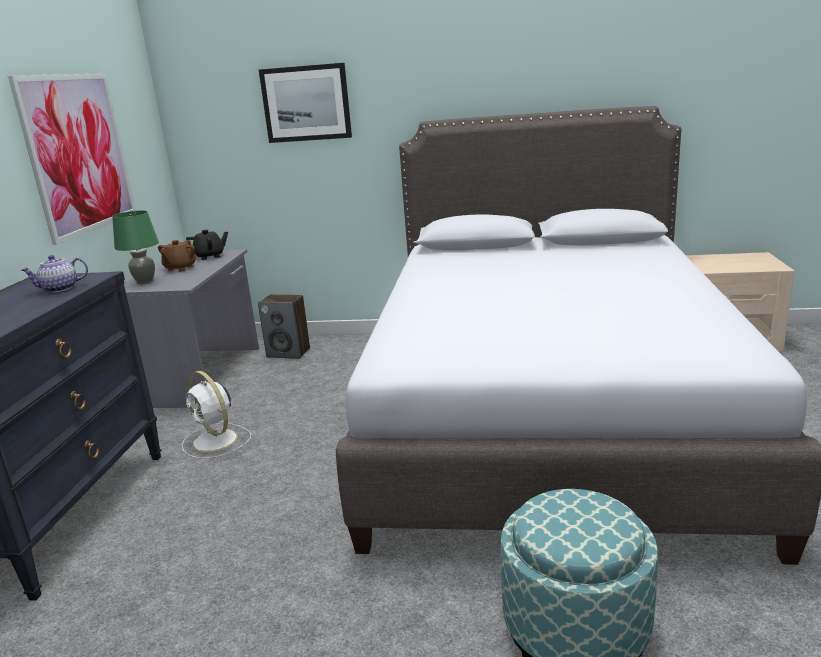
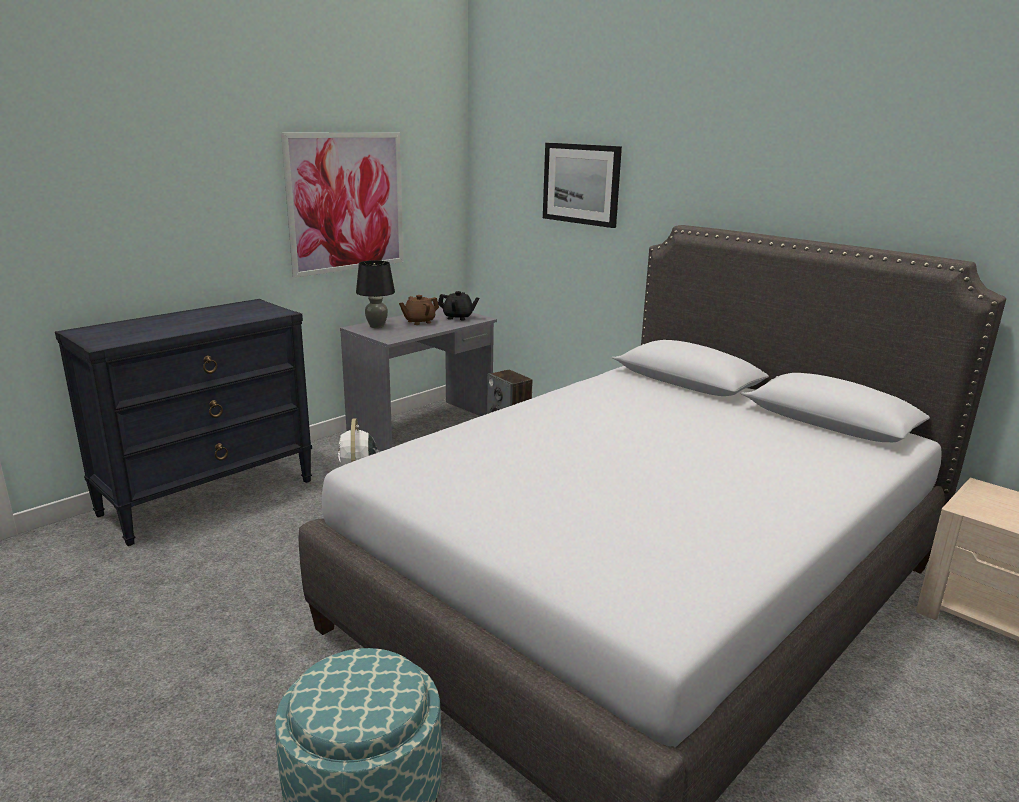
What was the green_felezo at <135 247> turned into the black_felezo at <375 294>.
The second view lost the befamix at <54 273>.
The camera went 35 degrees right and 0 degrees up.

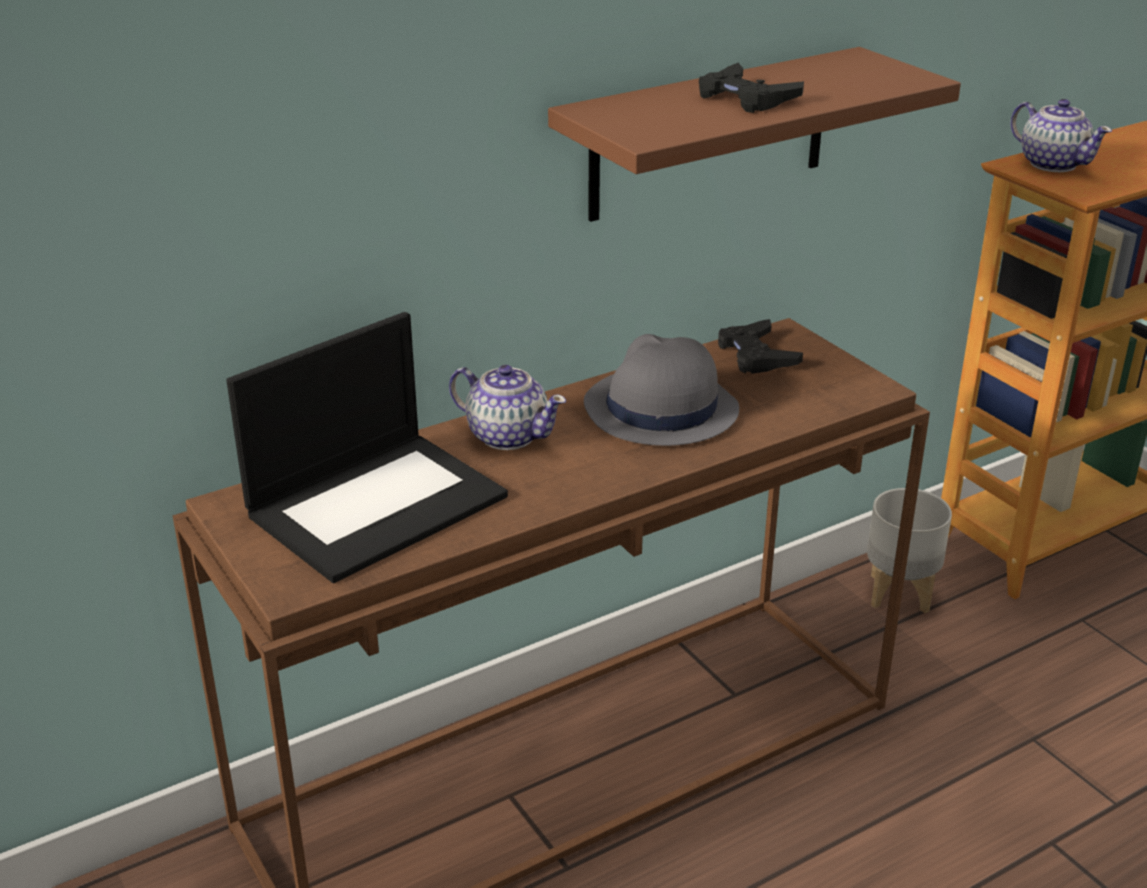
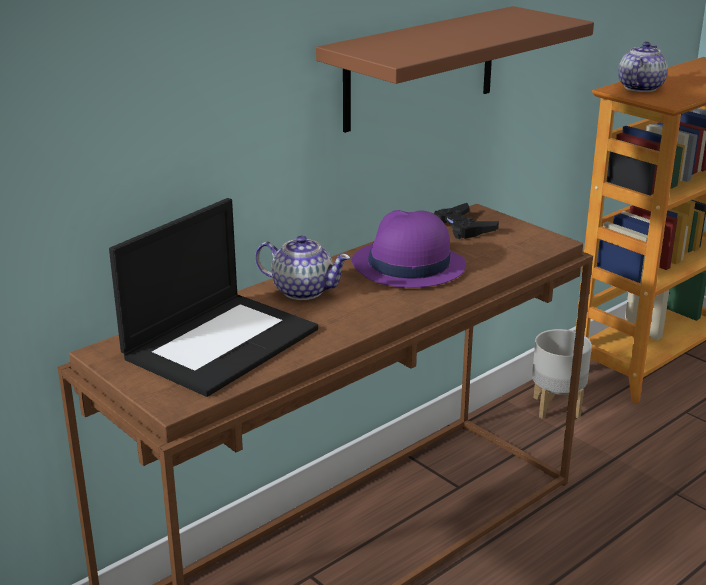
The second view lost the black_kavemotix at <751 88>.
The befamix at <1061 135> ended up facing another way, 105 degrees counterclockwise from before.
What was the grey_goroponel at <661 390> turned into the purple_goroponel at <408 249>.
The camera went 10 degrees left and 5 degrees down.

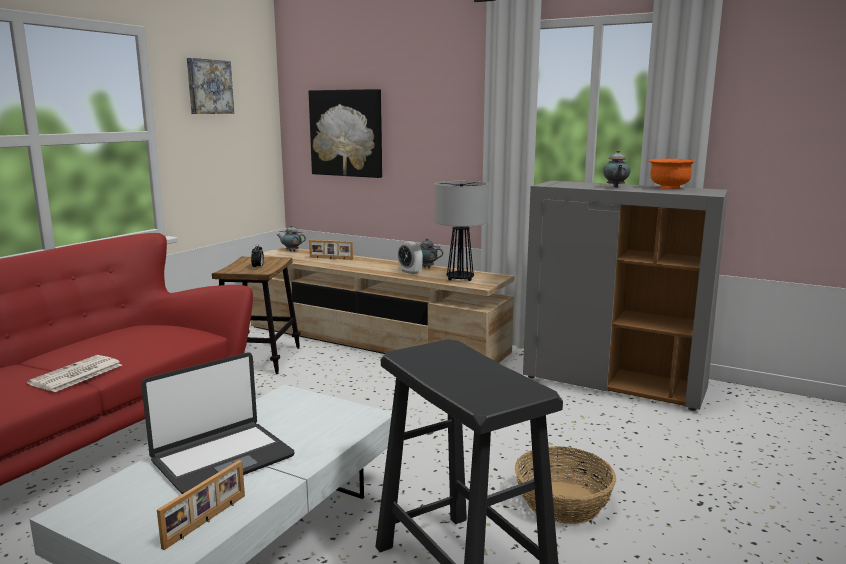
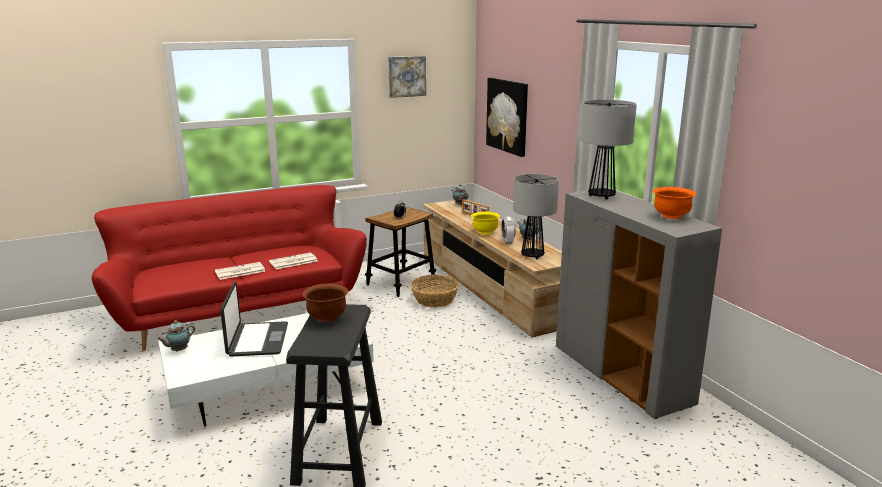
The befamix ended up elsewhere, having gone from <616 169> to <176 336>.
The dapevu at <218 423> ended up facing another way, 90 degrees counterclockwise from before.
The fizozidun ended up elsewhere, having gone from <565 485> to <434 291>.
The second view lost the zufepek at <201 505>.
The second view gained the felezo at <608 149>.
The second view gained the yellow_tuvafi at <485 223>.
The second view gained the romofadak at <293 260>.
The second view gained the brown_tuvafi at <325 302>.
The camera went 35 degrees right and 5 degrees up.

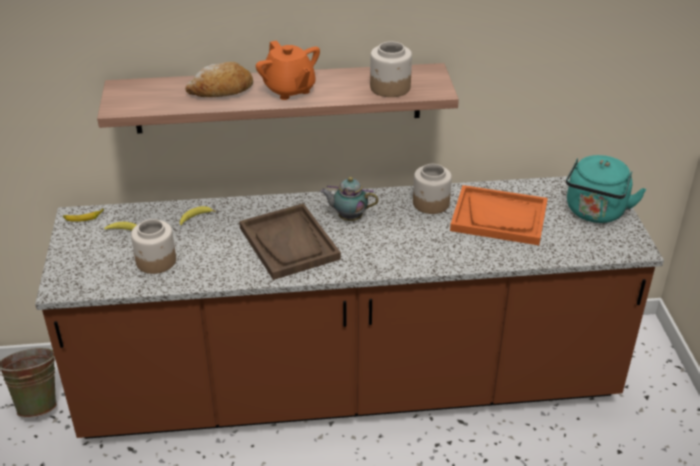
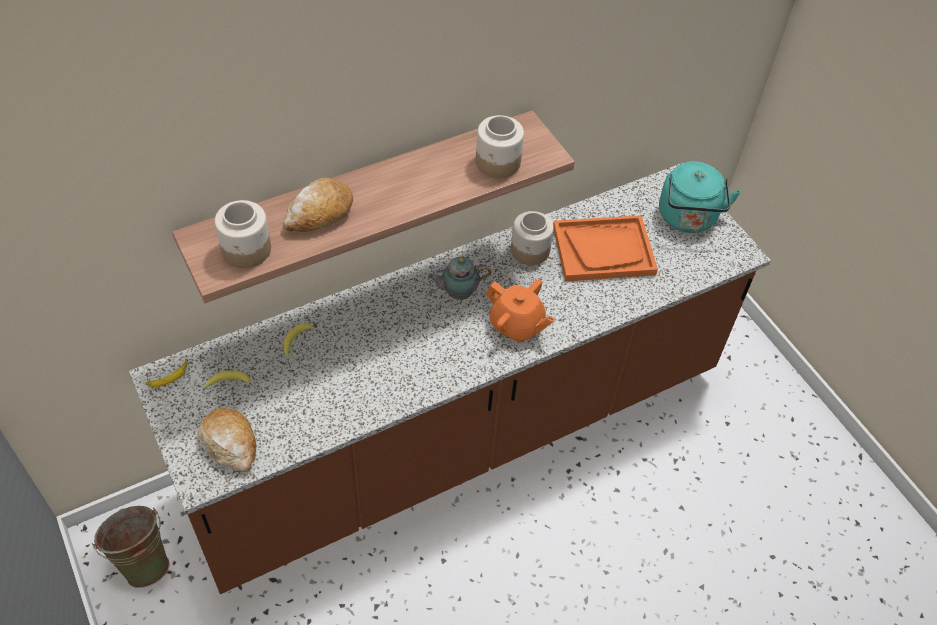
The orange_befamix ended up elsewhere, having gone from <288 70> to <520 311>.
The second view lost the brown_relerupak at <290 241>.
The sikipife ended up elsewhere, having gone from <153 246> to <243 234>.
The second view gained the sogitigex at <227 440>.
The camera went 25 degrees left and 15 degrees up.

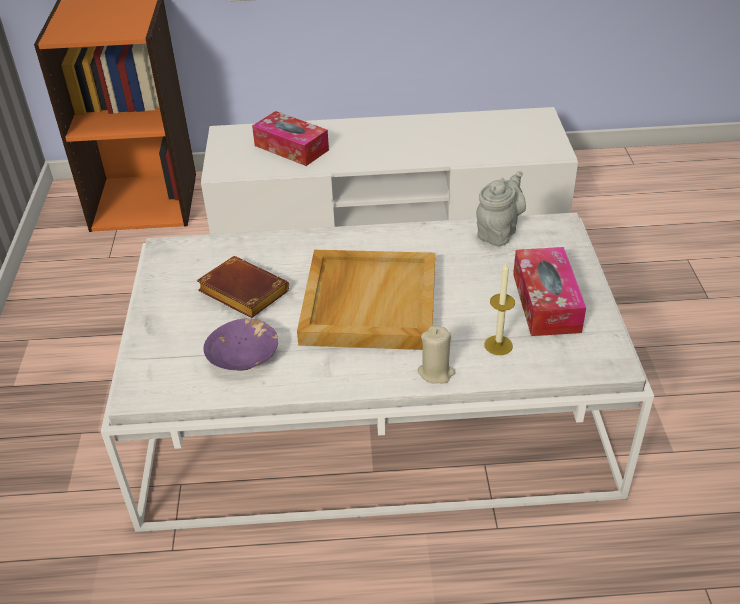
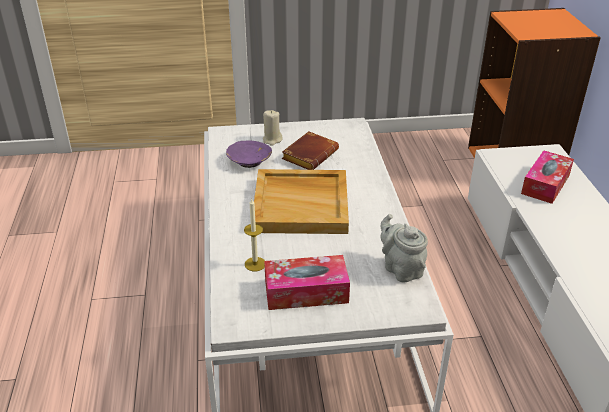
The grey_befamix at <501 208> ended up facing another way, 150 degrees counterclockwise from before.
The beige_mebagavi ended up elsewhere, having gone from <436 355> to <273 128>.
The camera went 85 degrees right and 5 degrees down.

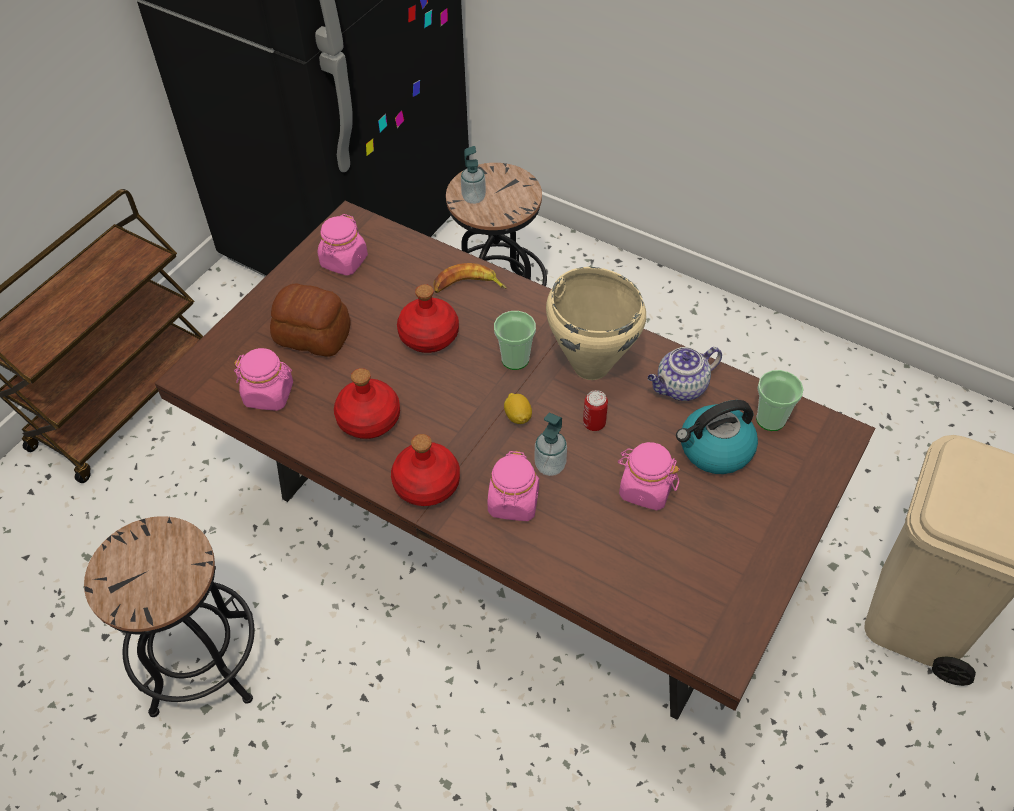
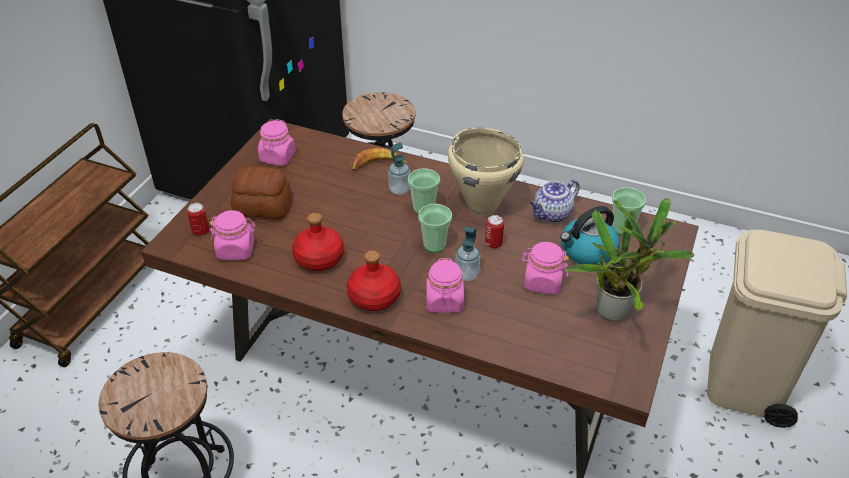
The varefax ended up elsewhere, having gone from <473 175> to <399 168>.
The second view lost the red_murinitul at <428 318>.
Where the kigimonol stood at <518 408>, the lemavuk came to stand at <435 228>.
The second view gained the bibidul at <630 259>.
The second view gained the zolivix at <198 219>.
The camera went 10 degrees left and 10 degrees down.

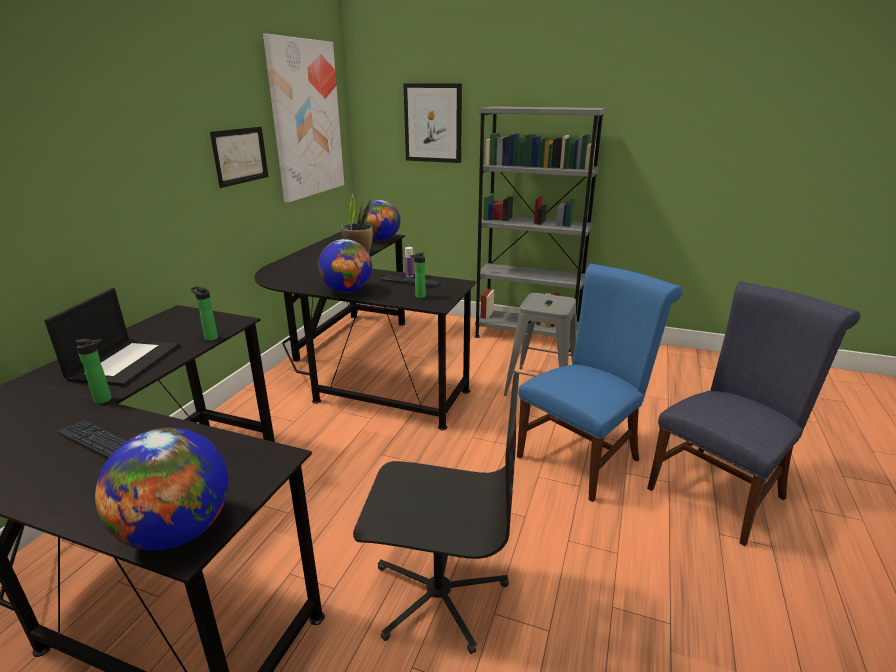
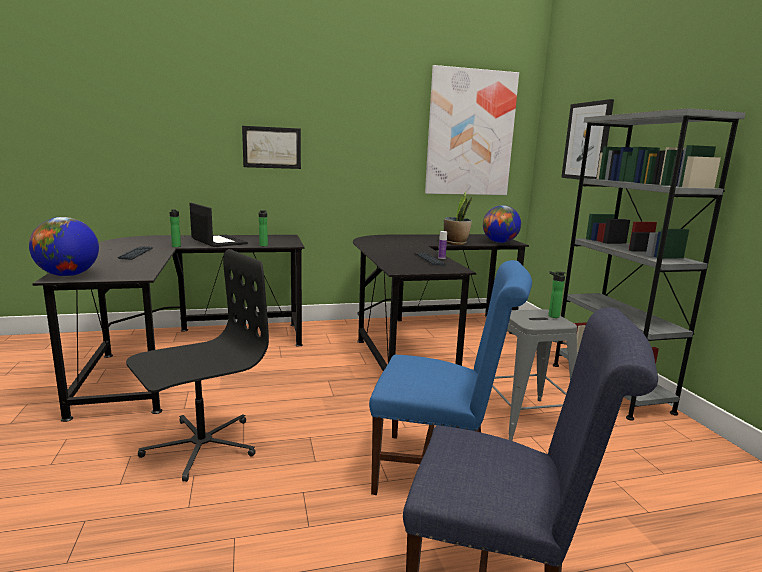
The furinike ended up elsewhere, having gone from <239 157> to <271 147>.
The second view lost the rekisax at <345 266>.
The murinitul ended up elsewhere, having gone from <418 275> to <557 294>.
The dapevu at <112 337> ended up facing another way, 105 degrees counterclockwise from before.
The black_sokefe at <436 513> ended up facing another way, 105 degrees counterclockwise from before.
The camera went 55 degrees right and 10 degrees down.

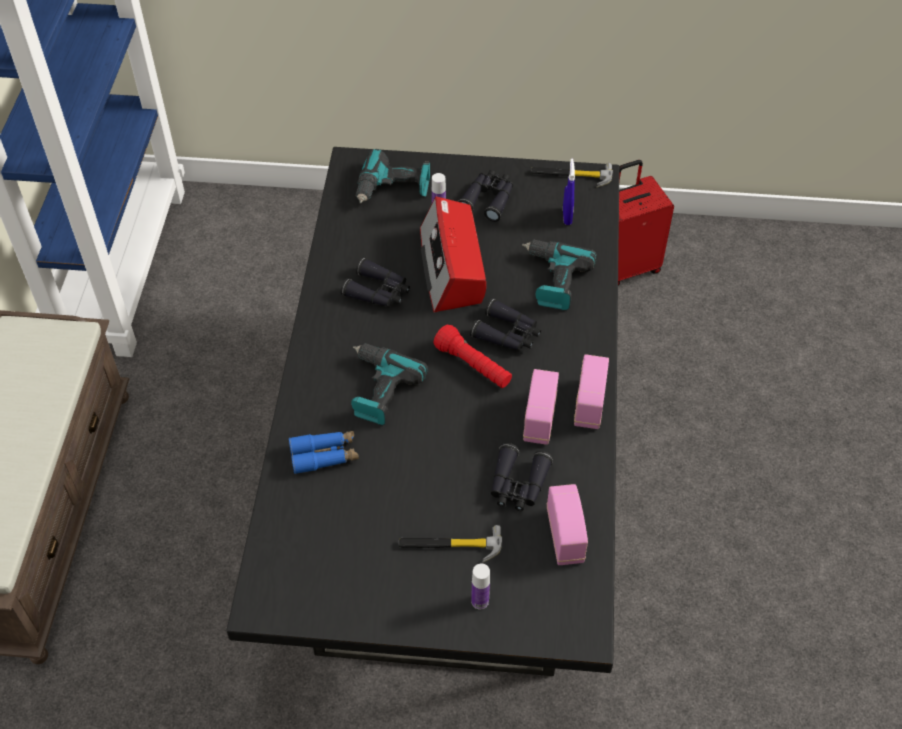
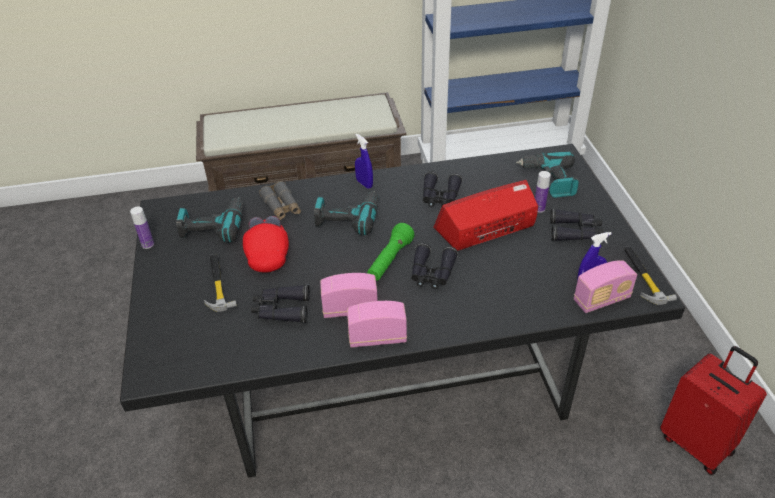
The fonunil ended up elsewhere, having gone from <559 275> to <209 220>.
What was the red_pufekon at <473 356> turned into the green_pufekon at <390 252>.
What was the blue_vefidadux at <324 452> turned into the grey_vefidadux at <280 200>.
The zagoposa ended up elsewhere, having gone from <567 524> to <605 286>.
The murinitul ended up elsewhere, having gone from <480 586> to <142 228>.
The second view gained the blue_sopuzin at <364 161>.
The second view gained the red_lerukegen at <266 244>.
The camera went 75 degrees right and 10 degrees down.

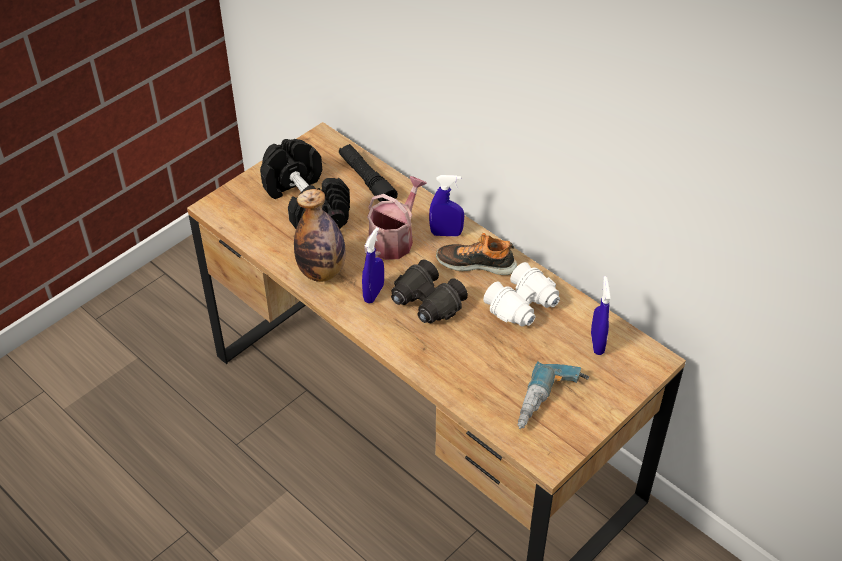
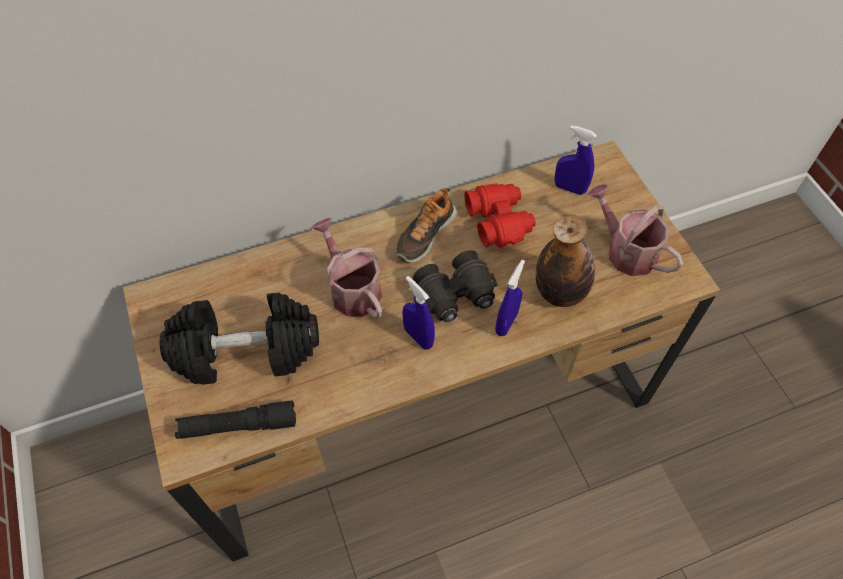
The black_pufekon ended up elsewhere, having gone from <368 173> to <235 419>.
The blue_sopuzin ended up elsewhere, having gone from <446 206> to <510 298>.
The murinitul ended up elsewhere, having gone from <319 235> to <565 260>.
What was the white_vefidadux at <521 294> turned into the red_vefidadux at <500 215>.
Where the fonunil stood at <553 395>, the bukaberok came to stand at <635 230>.
The camera went 65 degrees left and 10 degrees up.

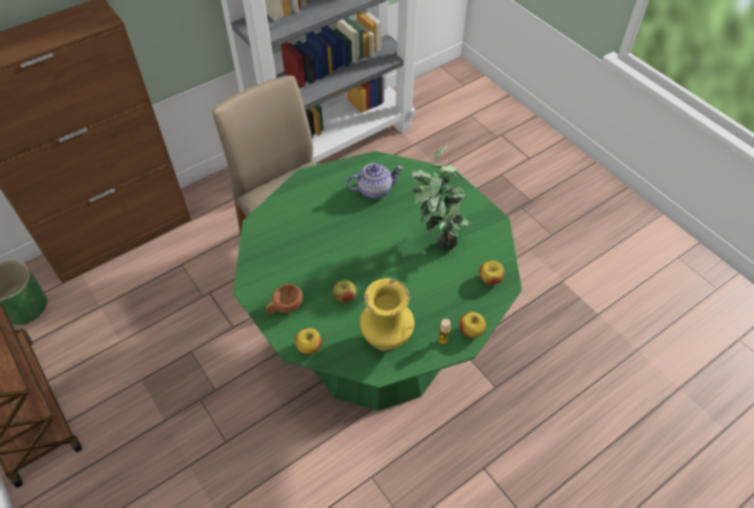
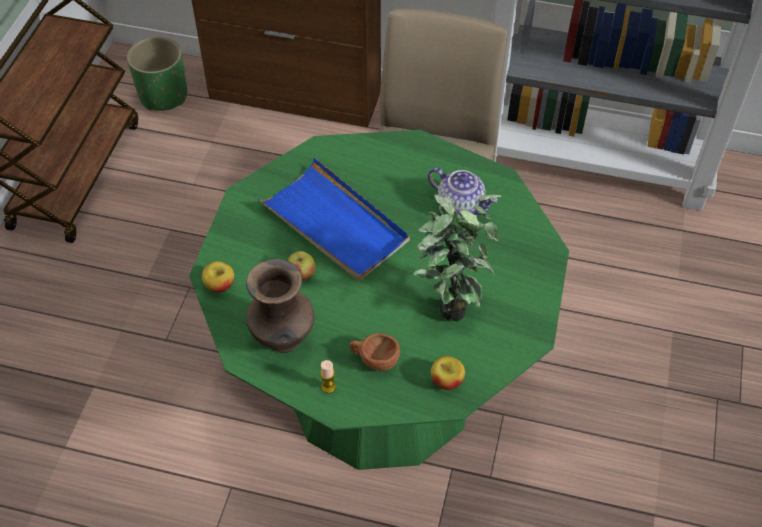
What was the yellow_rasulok at <387 314> turned into the brown_rasulok at <280 306>.
The brown_lemavuk ended up elsewhere, having gone from <284 299> to <374 352>.
The second view lost the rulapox at <473 325>.
The second view gained the blue_relerupak at <334 219>.
The camera went 50 degrees right and 0 degrees up.

